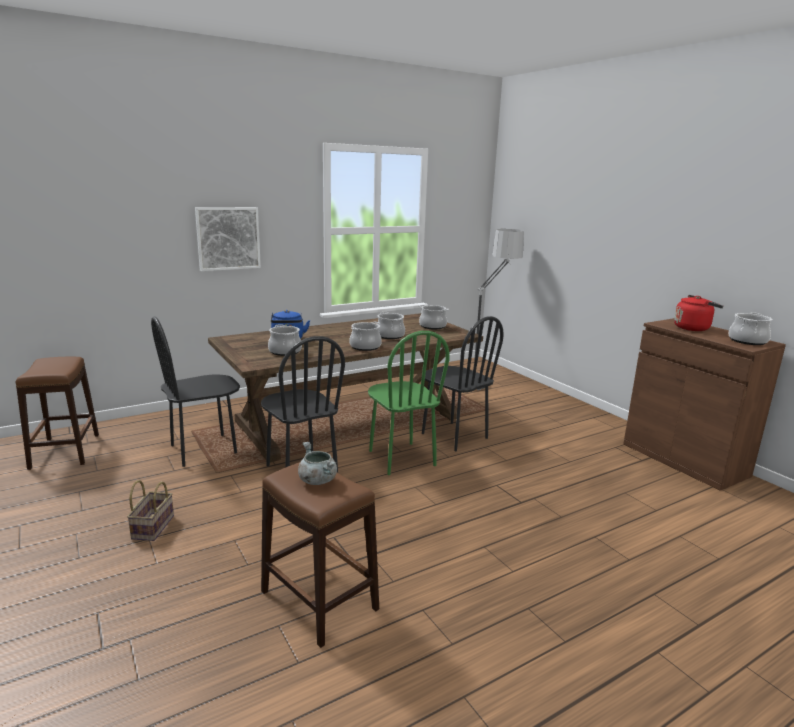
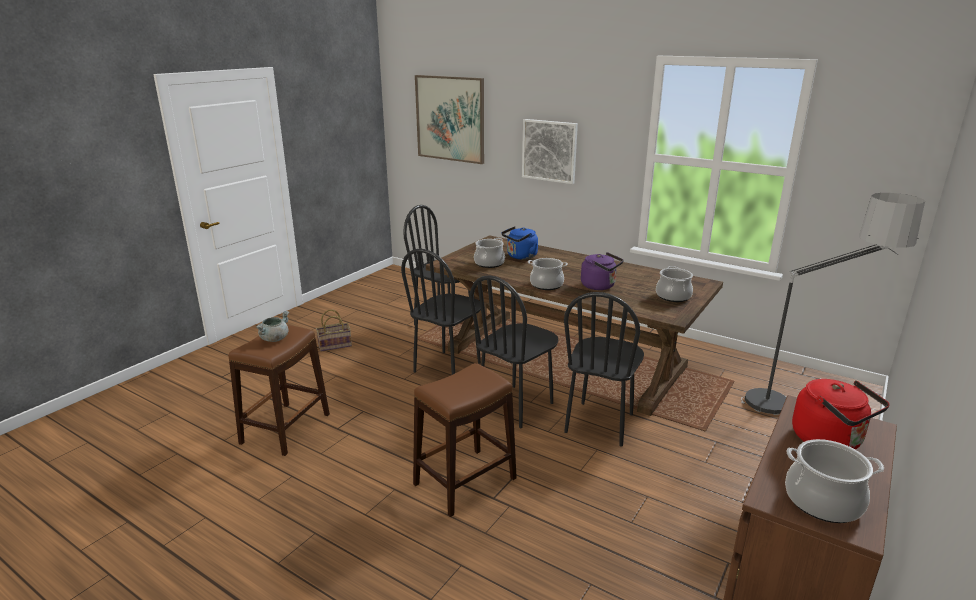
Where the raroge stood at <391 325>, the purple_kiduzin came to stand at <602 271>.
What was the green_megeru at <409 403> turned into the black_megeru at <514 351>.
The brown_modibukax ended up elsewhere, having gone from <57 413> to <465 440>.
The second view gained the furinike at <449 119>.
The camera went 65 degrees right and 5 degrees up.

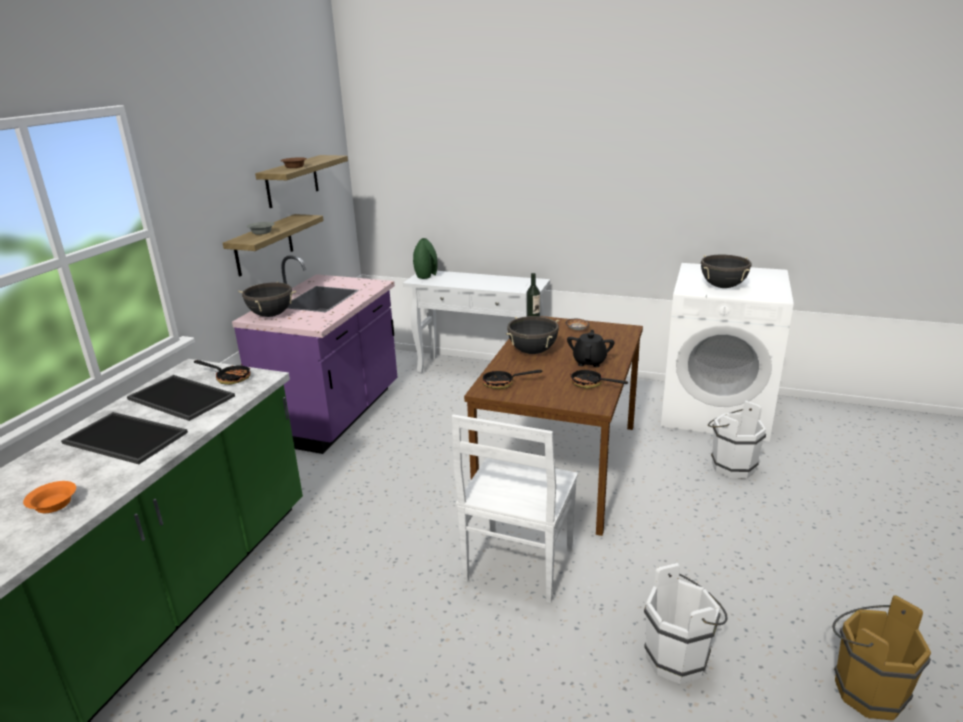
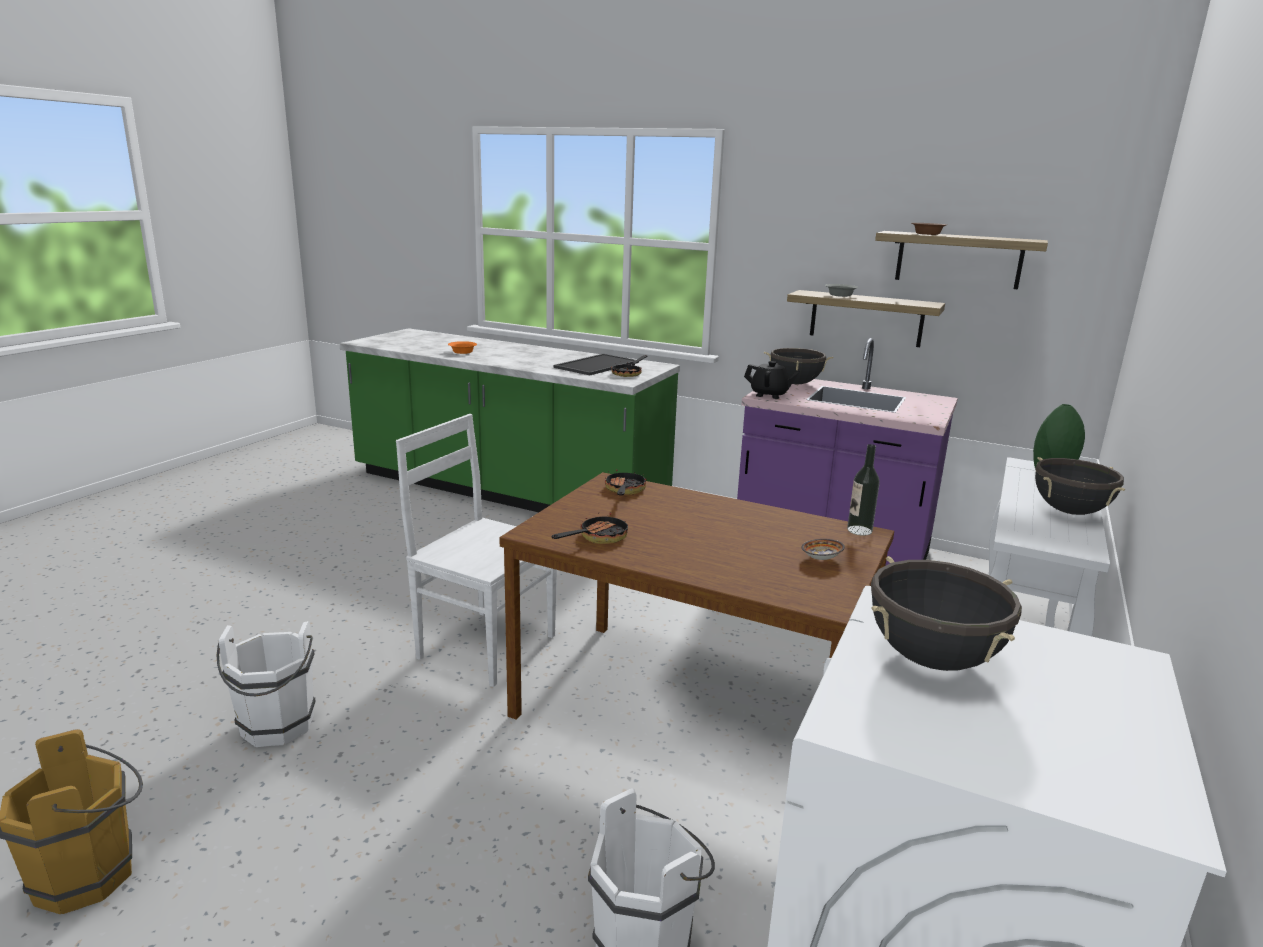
The black_raroge ended up elsewhere, having gone from <532 335> to <1080 486>.
The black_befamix ended up elsewhere, having gone from <591 348> to <772 380>.
The second view lost the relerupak at <124 438>.
The camera went 95 degrees right and 5 degrees down.

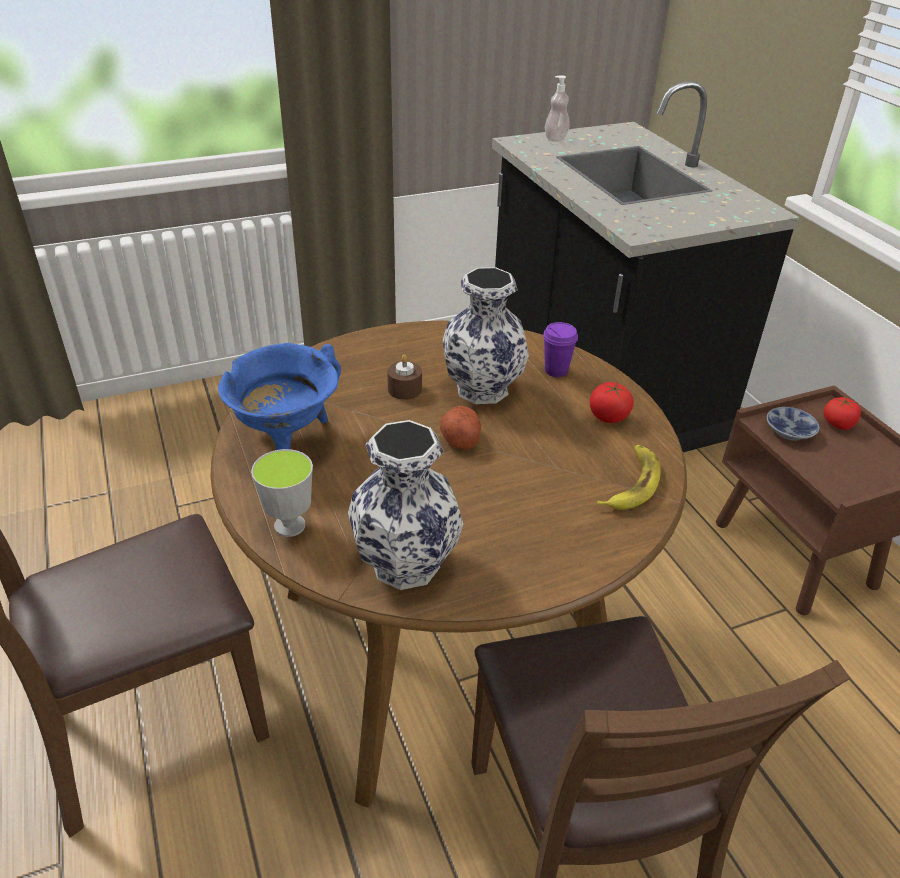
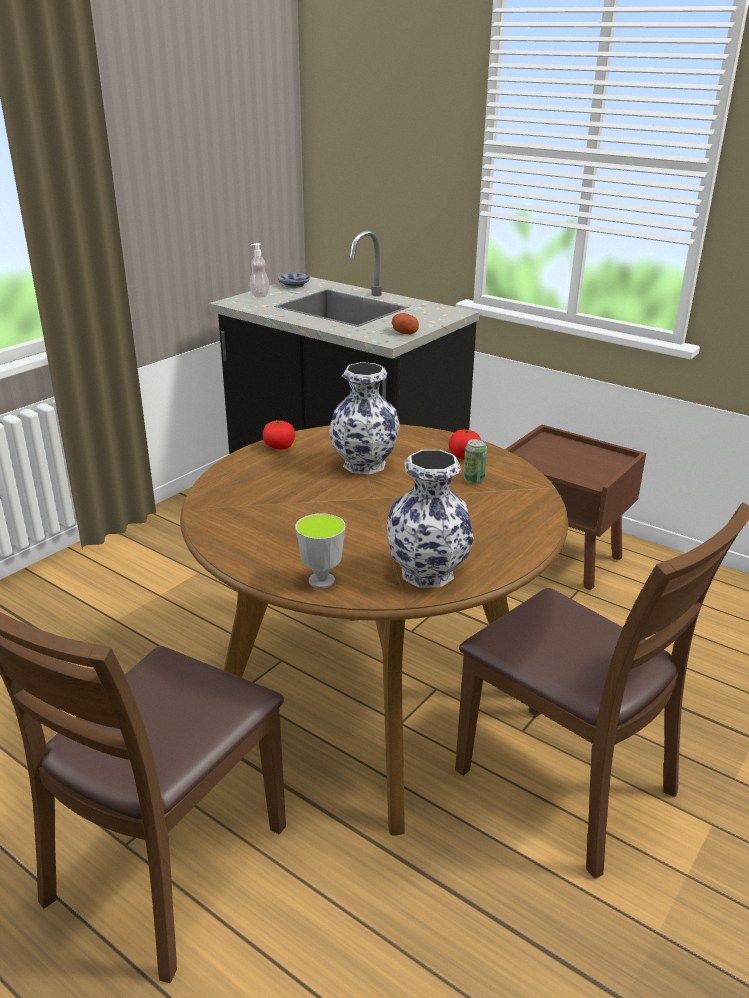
The second view lost the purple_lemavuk at <560 349>.
The second view lost the blue_raroge at <279 396>.
The second view lost the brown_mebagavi at <404 377>.
The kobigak ended up elsewhere, having gone from <842 413> to <279 435>.
The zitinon ended up elsewhere, having gone from <460 427> to <405 323>.
The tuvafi ended up elsewhere, having gone from <793 424> to <293 280>.
The second view lost the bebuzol at <629 477>.
The second view gained the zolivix at <475 461>.
The camera went 30 degrees left and 10 degrees down.

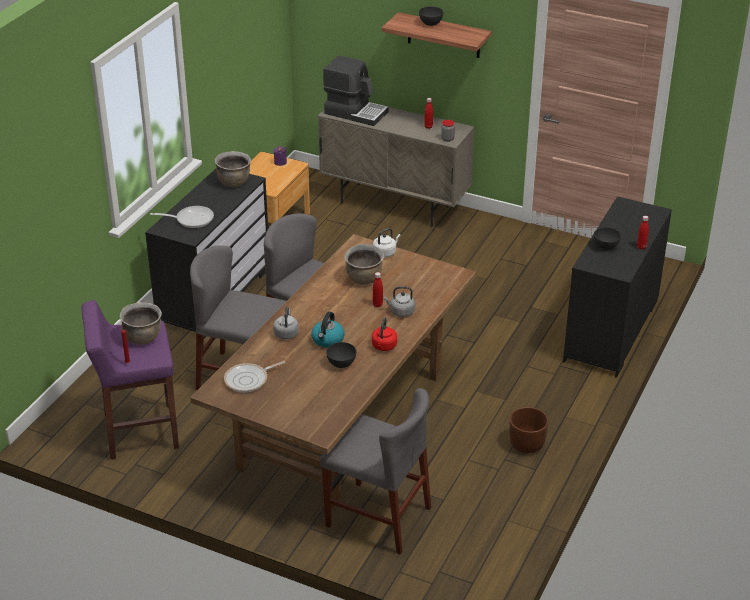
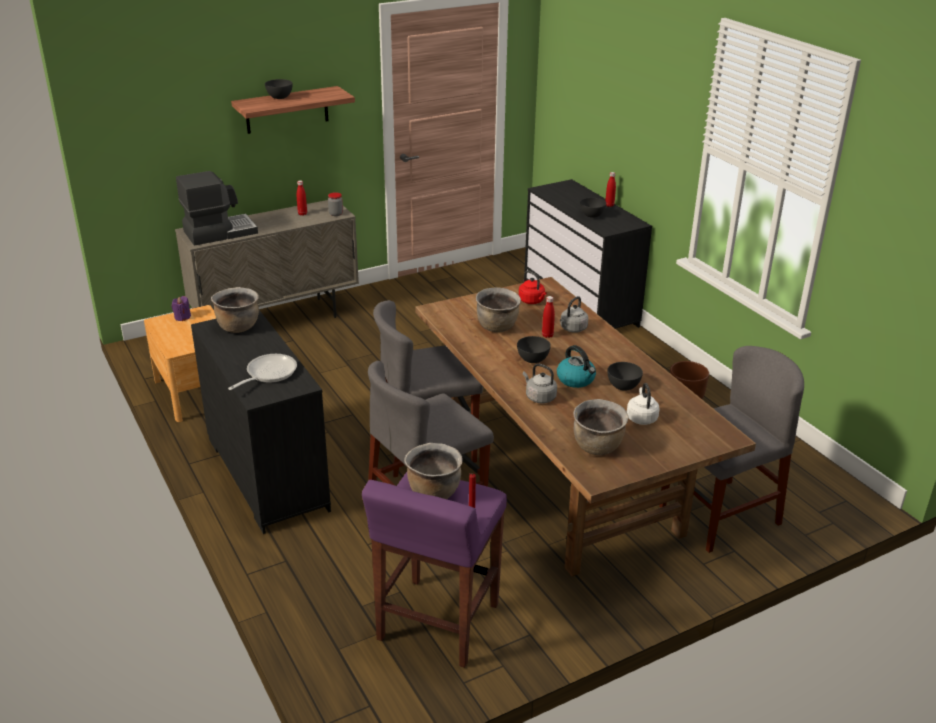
The white_kiduzin ended up elsewhere, having gone from <387 242> to <643 404>.
The red_kiduzin ended up elsewhere, having gone from <384 334> to <533 287>.
Where the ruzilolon stood at <254 377>, the brown_raroge came to stand at <601 427>.
The second view gained the grey_tuvafi at <534 349>.
The camera went 55 degrees left and 5 degrees down.

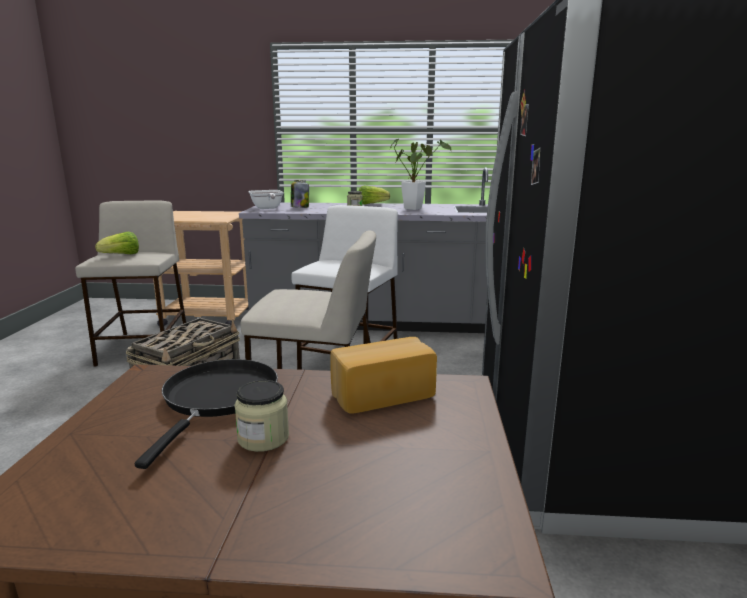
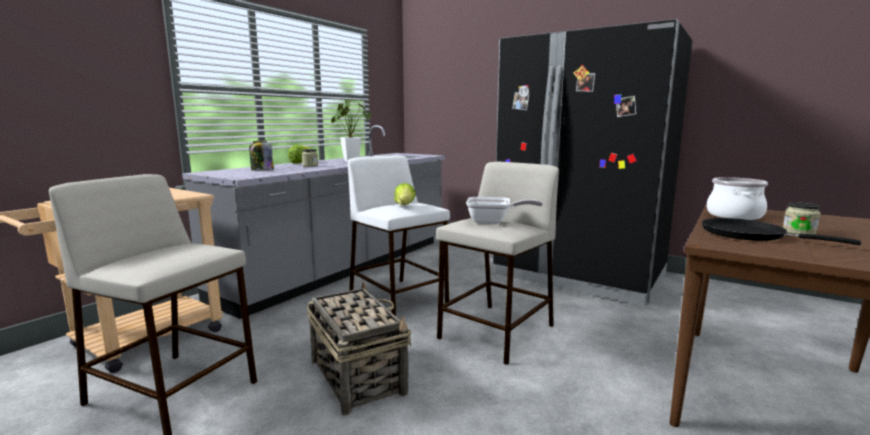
The ruzilolon ended up elsewhere, having gone from <266 199> to <504 210>.
The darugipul ended up elsewhere, having gone from <117 243> to <405 194>.
Where the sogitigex stood at <383 375>, the raroge came to stand at <737 198>.
The camera went 60 degrees left and 5 degrees down.

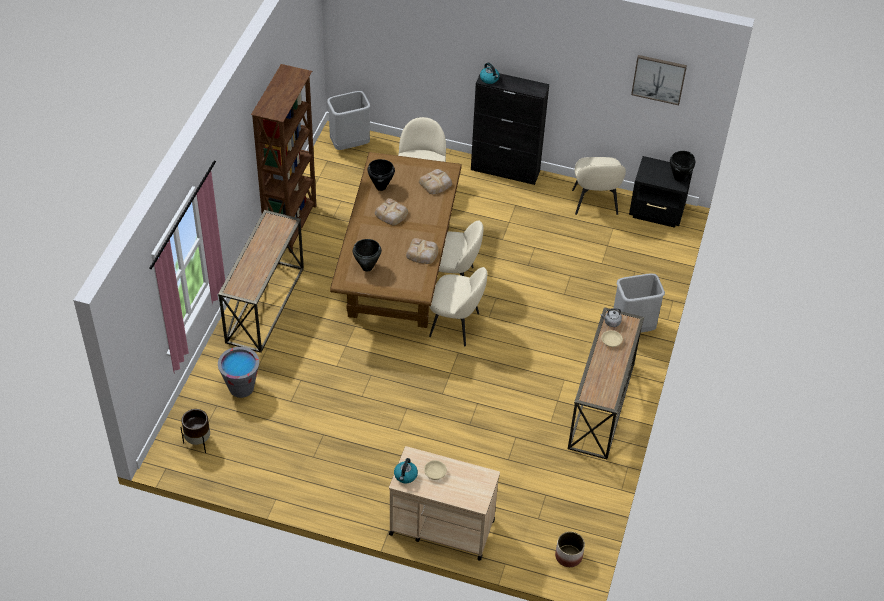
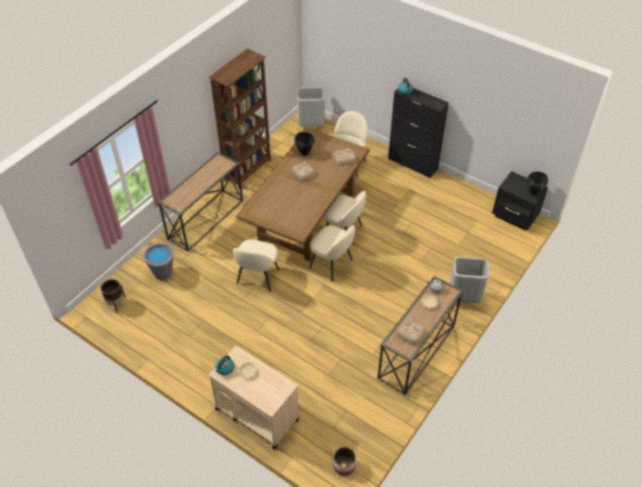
The second view lost the furinike at <659 80>.
The beige_megeru ended up elsewhere, having gone from <599 186> to <256 265>.
The sogitigex ended up elsewhere, having gone from <422 251> to <410 332>.
The second view lost the black_raroge at <367 255>.
The camera went 20 degrees right and 0 degrees up.

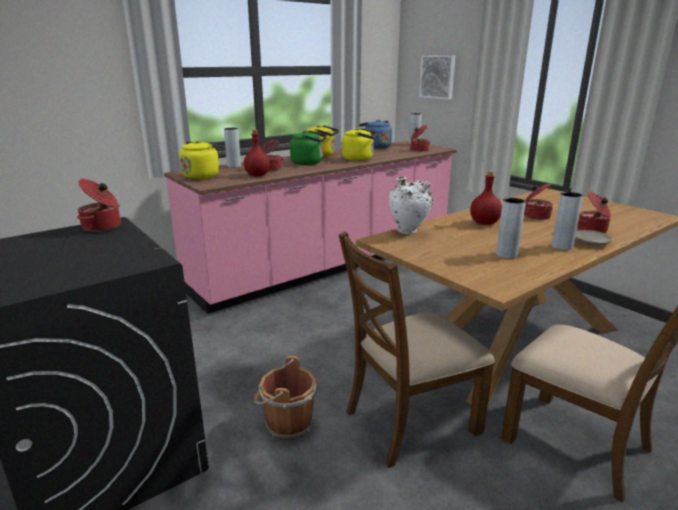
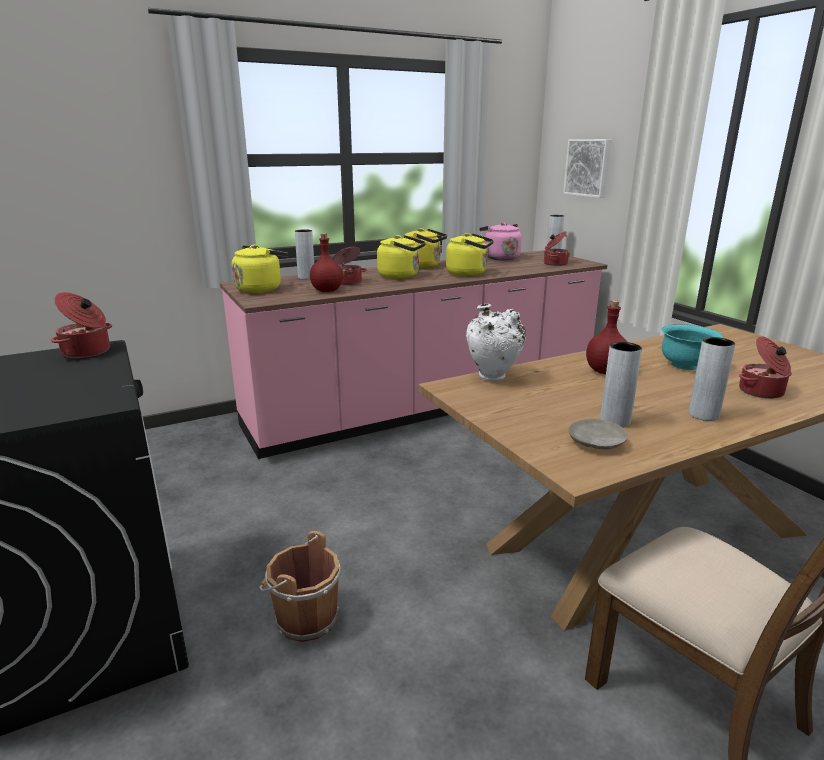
What was the blue_kiduzin at <375 134> turned into the pink_kiduzin at <500 241>.
What was the green_kiduzin at <308 147> turned into the yellow_kiduzin at <401 257>.
Where the raroge stood at <538 201>, the turquoise_tuvafi came to stand at <692 347>.
The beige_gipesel ended up elsewhere, having gone from <593 238> to <598 434>.
The second view lost the brown_megeru at <417 350>.
The camera went 10 degrees right and 0 degrees up.

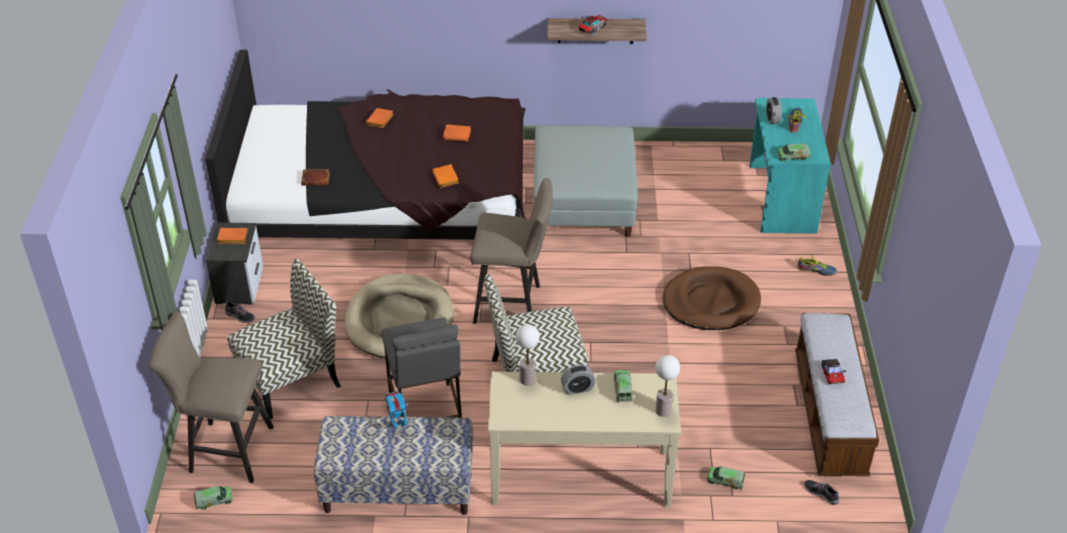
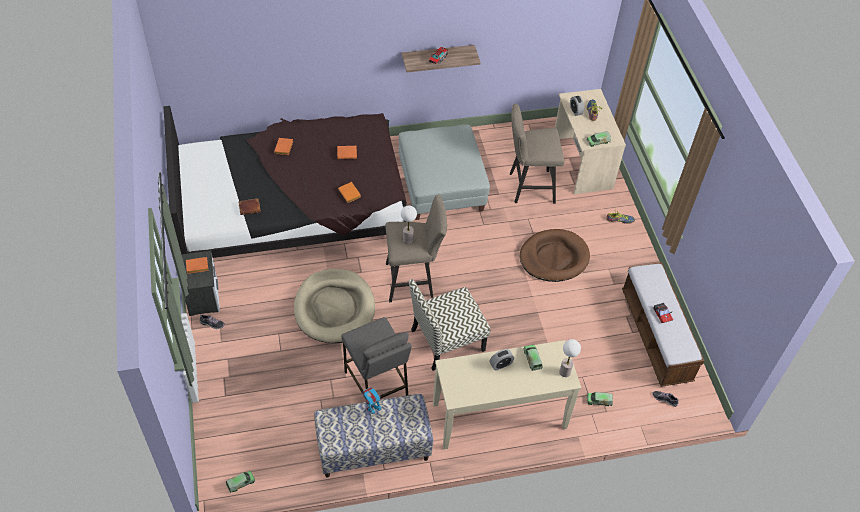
What was the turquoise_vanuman at <790 165> turned into the beige_vanuman at <590 141>.
The second view lost the megeru at <284 339>.
The beige_modibukax ended up elsewhere, having gone from <211 397> to <537 154>.
The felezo ended up elsewhere, having gone from <528 355> to <409 225>.
The camera went 15 degrees left and 10 degrees up.

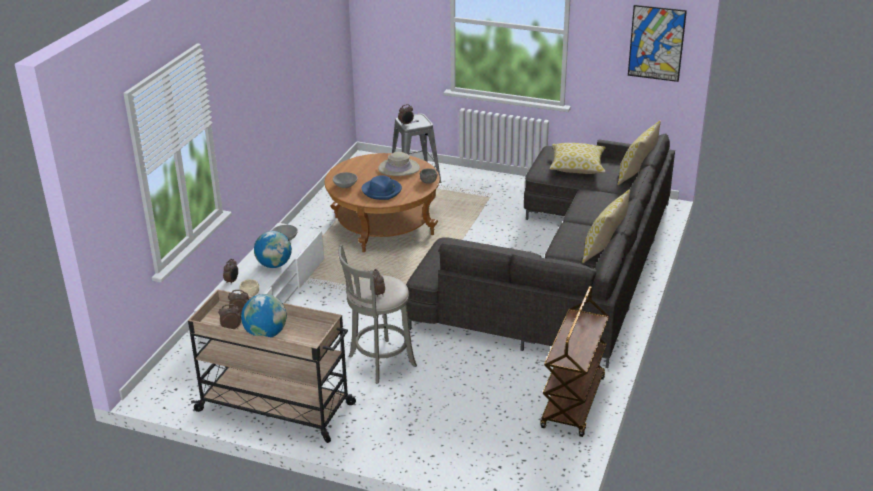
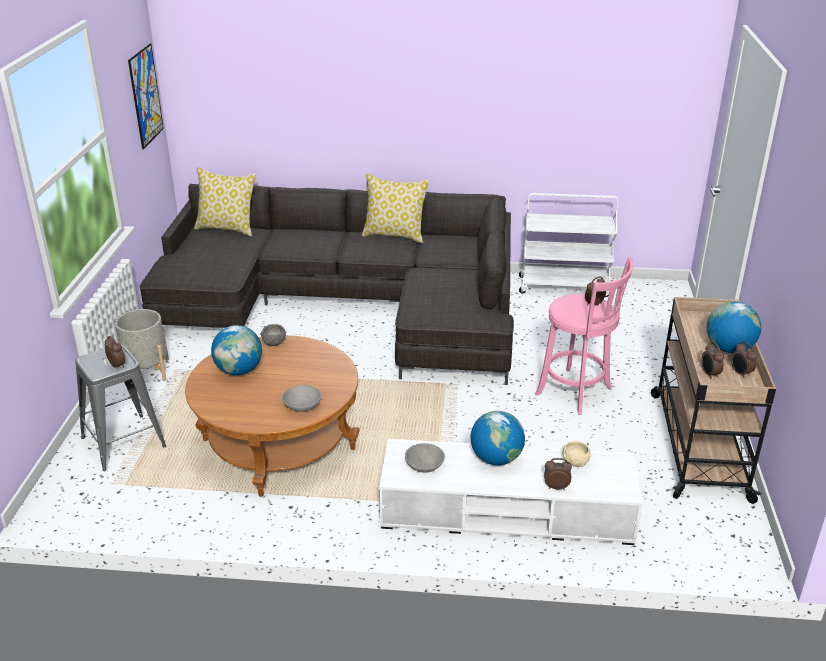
The second view lost the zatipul at <578 158>.
Where the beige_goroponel stood at <399 164>, the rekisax came to stand at <236 350>.
The second view lost the blue_goroponel at <381 187>.
What was the grey_modibukax at <377 314> turned into the pink_modibukax at <584 336>.
What was the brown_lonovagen at <575 361> turned into the white_lonovagen at <569 245>.
The second view gained the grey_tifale at <142 345>.
The camera went 105 degrees left and 0 degrees up.

